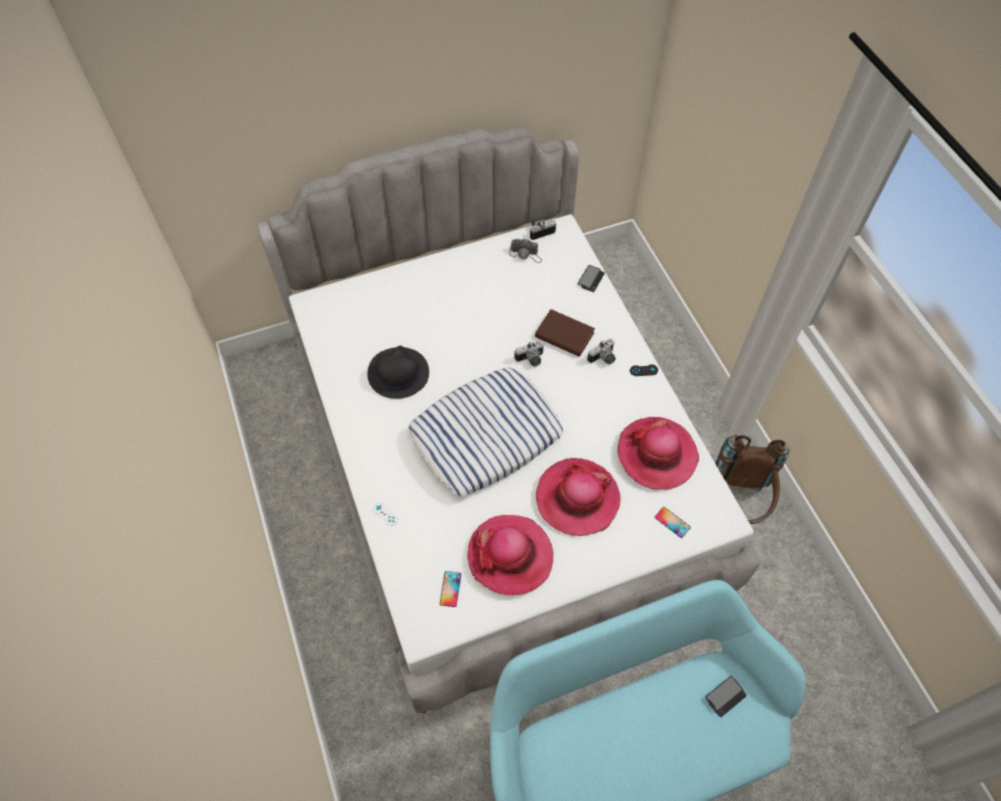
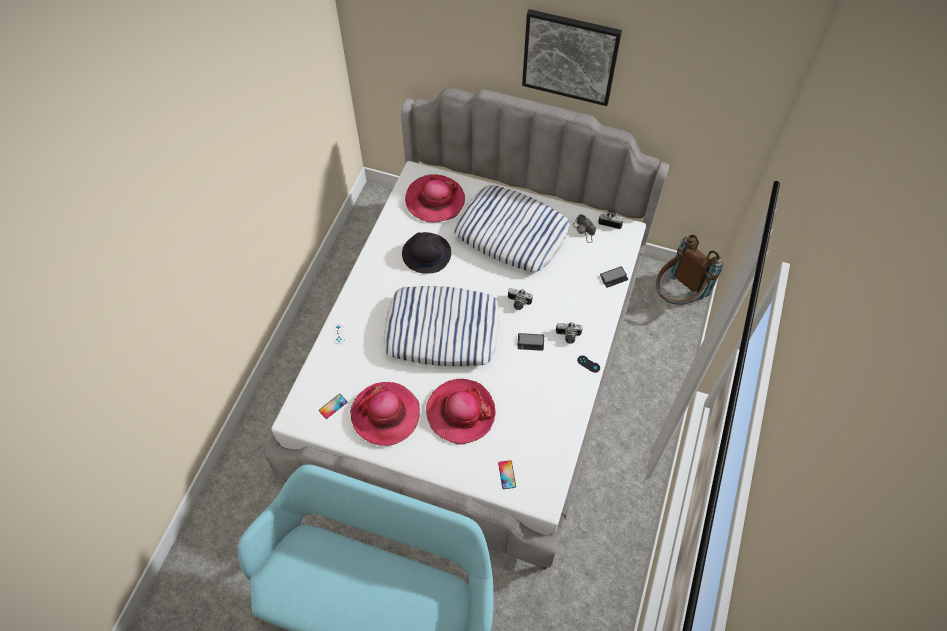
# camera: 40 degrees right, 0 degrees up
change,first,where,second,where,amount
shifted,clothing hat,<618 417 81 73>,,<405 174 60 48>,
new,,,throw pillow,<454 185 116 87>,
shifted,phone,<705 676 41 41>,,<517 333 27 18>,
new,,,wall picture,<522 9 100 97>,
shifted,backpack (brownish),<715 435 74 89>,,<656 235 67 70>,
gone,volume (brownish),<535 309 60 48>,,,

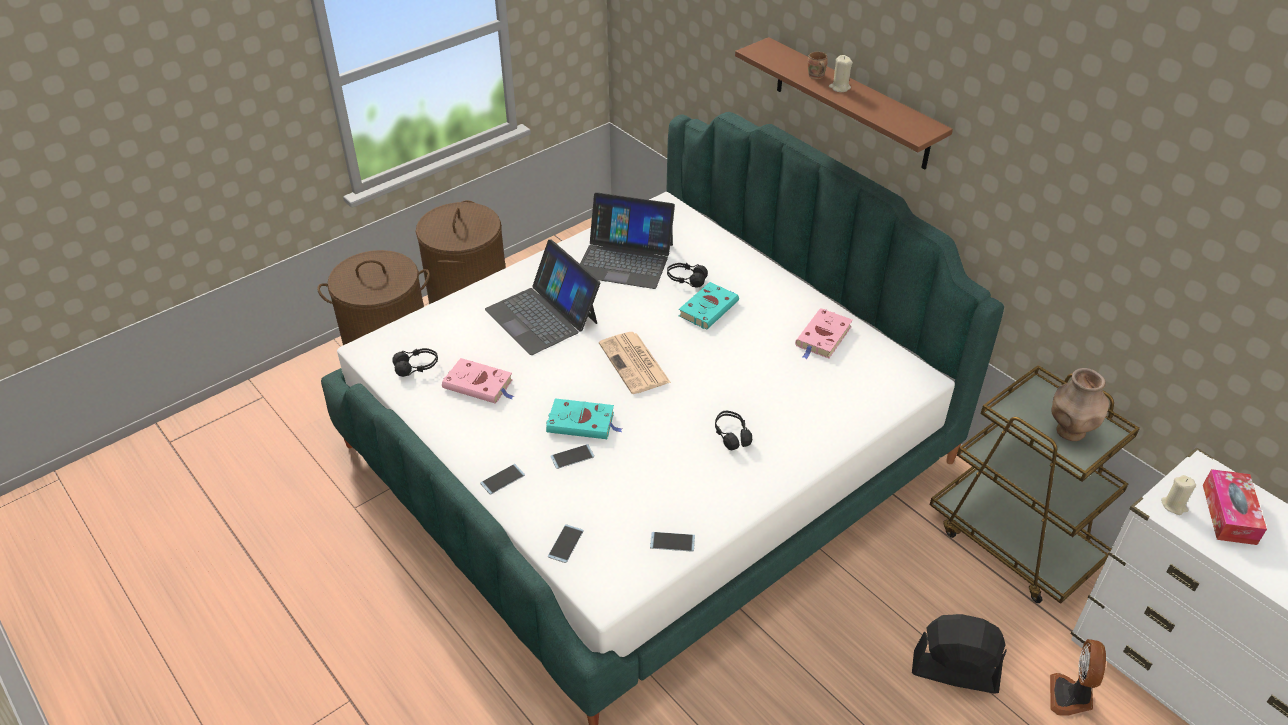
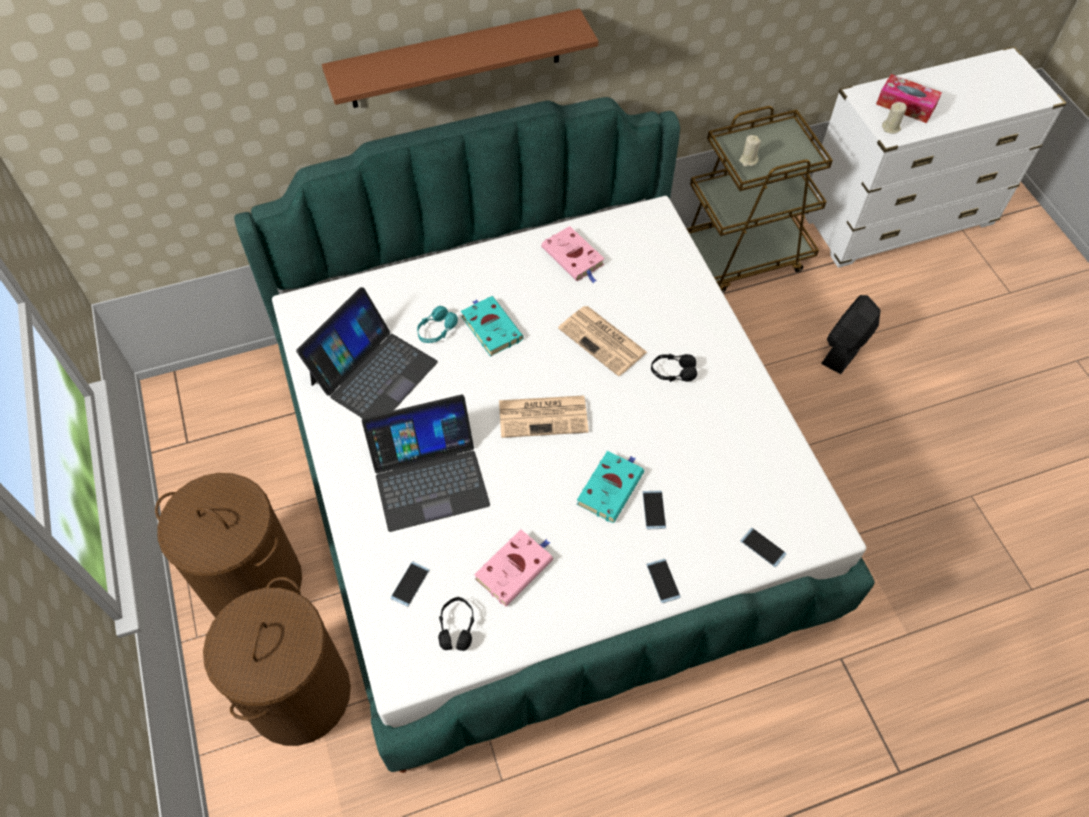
# camera: 70 degrees left, 15 degrees up
change,first,where,second,where,amount
shifted,phone,<650 532 45 20>,,<391 561 38 46>,
repainted,headphones (blackish),<667 263 41 24>,headphones (turquoise-coloured),<417 306 41 37>,
new,,,daily paper,<558 306 89 70>,
shifted,candle (beige-coloured),<829 55 24 37>,,<739 135 22 32>,
gone,coffee mug (brownish),<808 52 20 27>,,,
gone,electric fan,<1050 639 56 77>,,,
gone,decorative vase (brownish),<1051 368 58 73>,,,

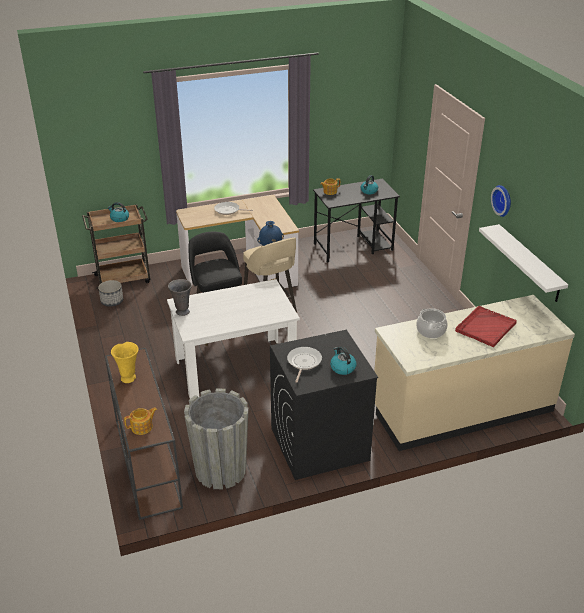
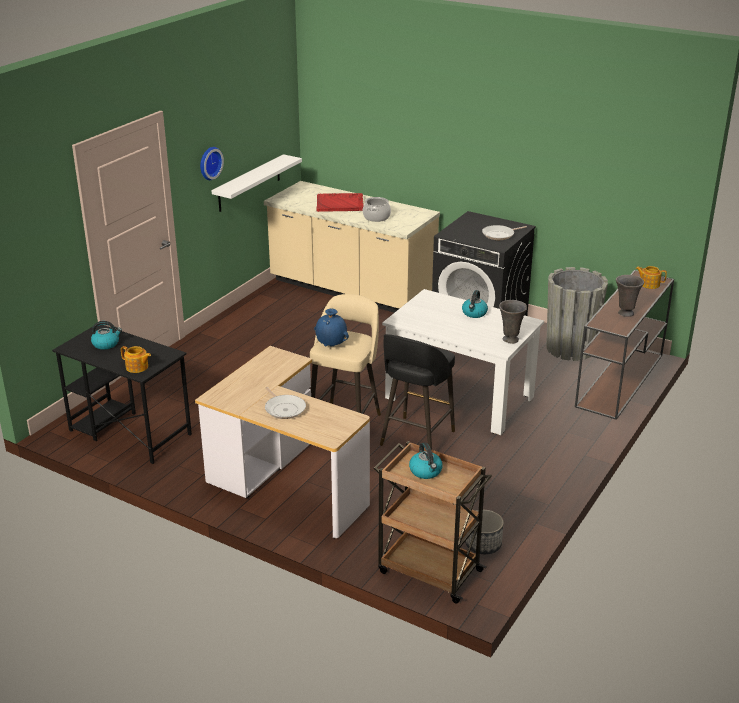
# camera: 130 degrees left, 5 degrees down
change,first,where,second,where,amount
shifted,water kettle,<330 346 27 29>,,<462 290 26 28>,
repainted,decorative vase (yellow),<111 342 28 41>,decorative vase (grey),<616 275 28 42>,

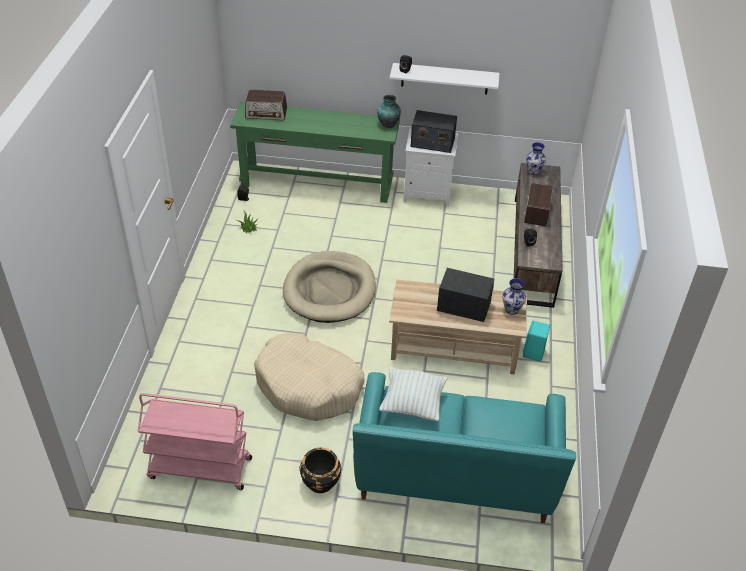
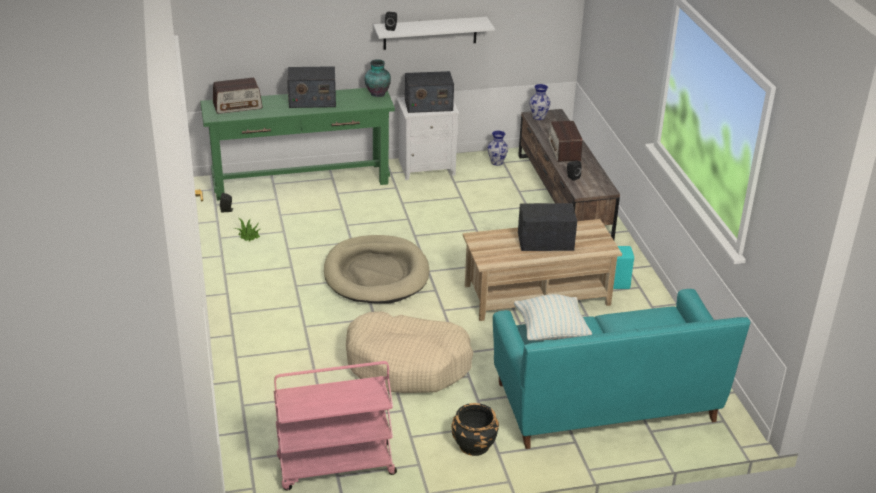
# camera: 20 degrees left, 10 degrees down
change,first,where,second,where,amount
new,,,radio,<287 66 49 42>,
shifted,decorative vase,<503 278 23 37>,,<487 131 21 35>,

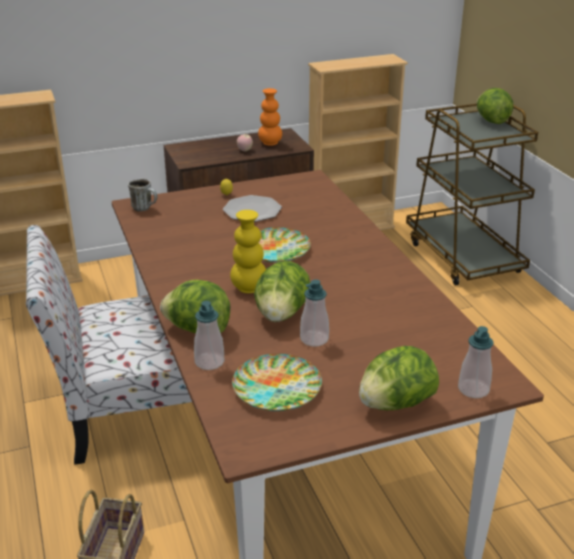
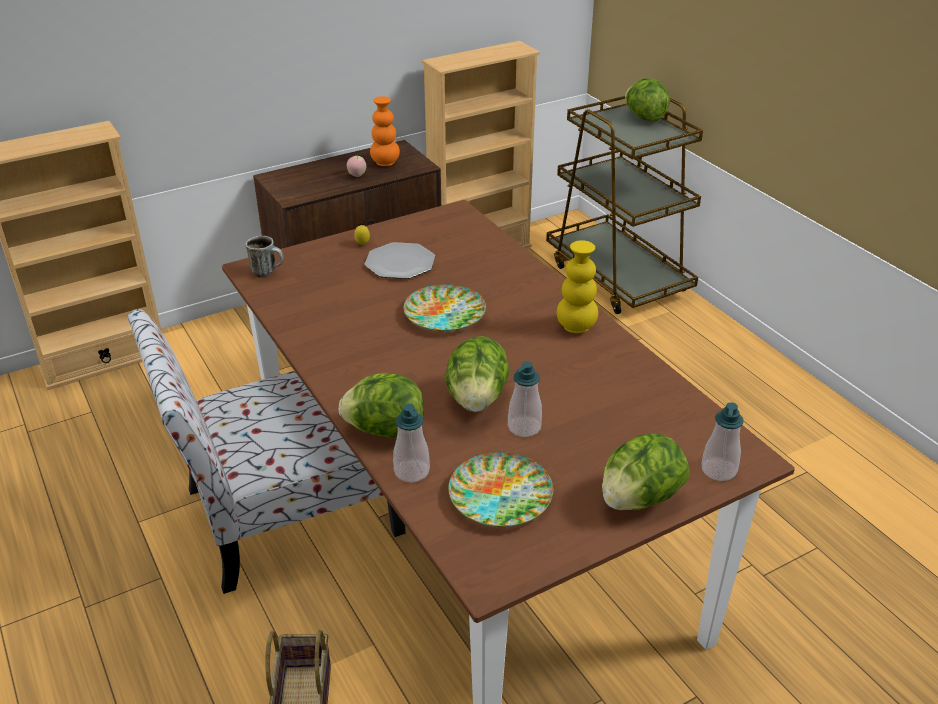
# camera: 10 degrees left, 5 degrees up
change,first,where,second,where,amount
shifted,decorative vase (yellow),<230 210 36 83>,,<557 240 41 94>,

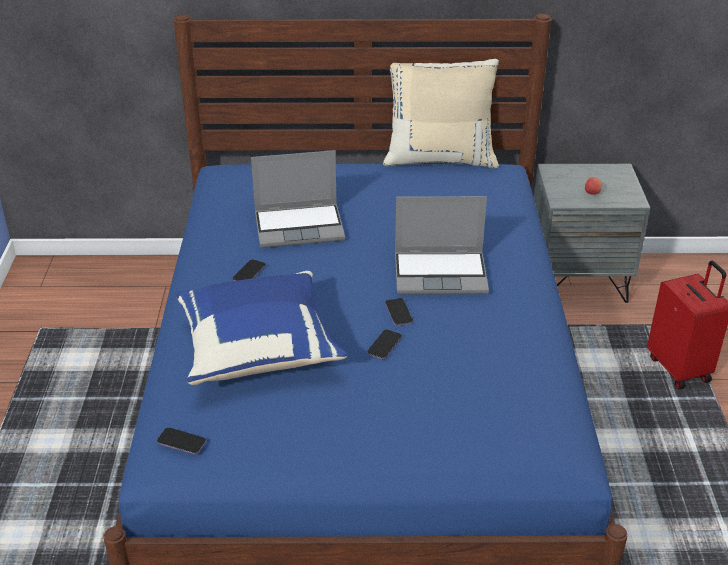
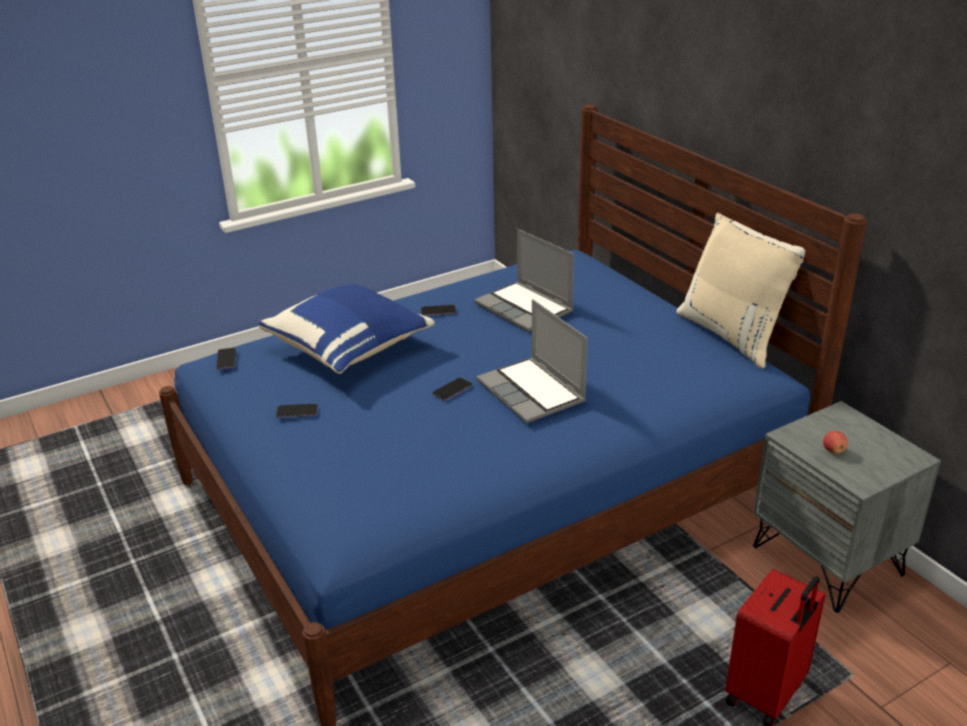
# camera: 60 degrees right, 5 degrees down
change,first,where,second,where,amount
shifted,phone,<367 329 35 30>,,<276 404 42 14>,

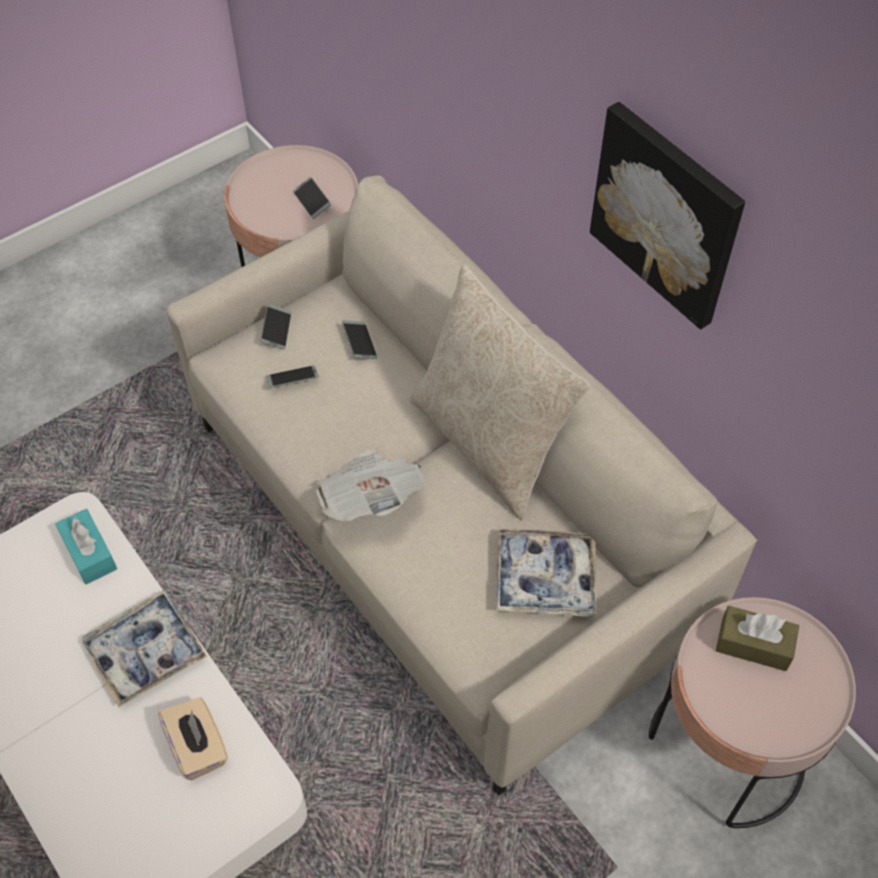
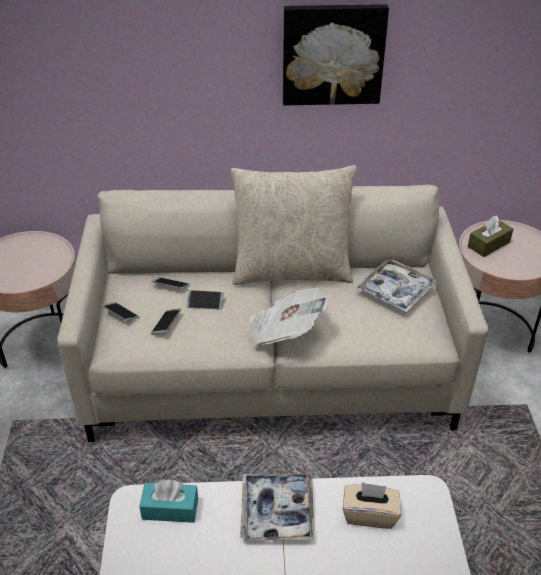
# camera: 55 degrees left, 15 degrees down
change,first,where,second,where,amount
shifted,phone,<293 177 38 42>,,<187 290 37 20>,

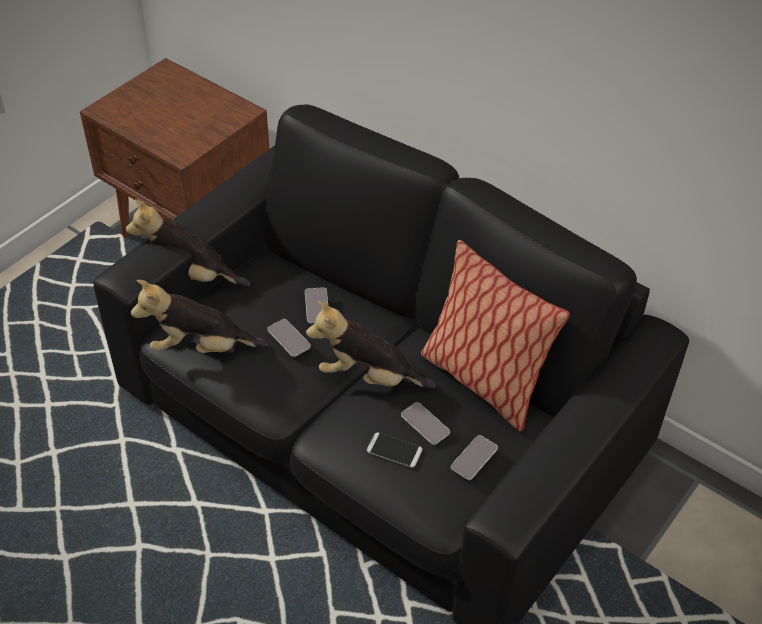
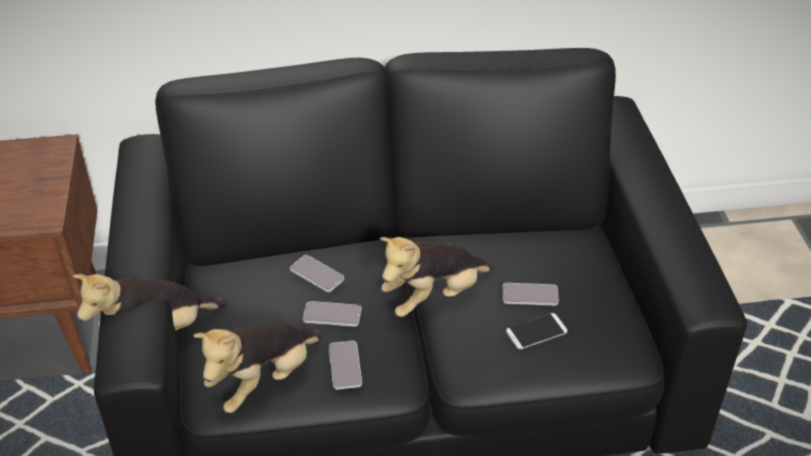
# camera: 45 degrees left, 5 degrees down
change,first,where,second,where,amount
shifted,phone,<451 435 47 45>,,<329 341 33 49>,
gone,throw pillow,<421 240 149 191>,,,

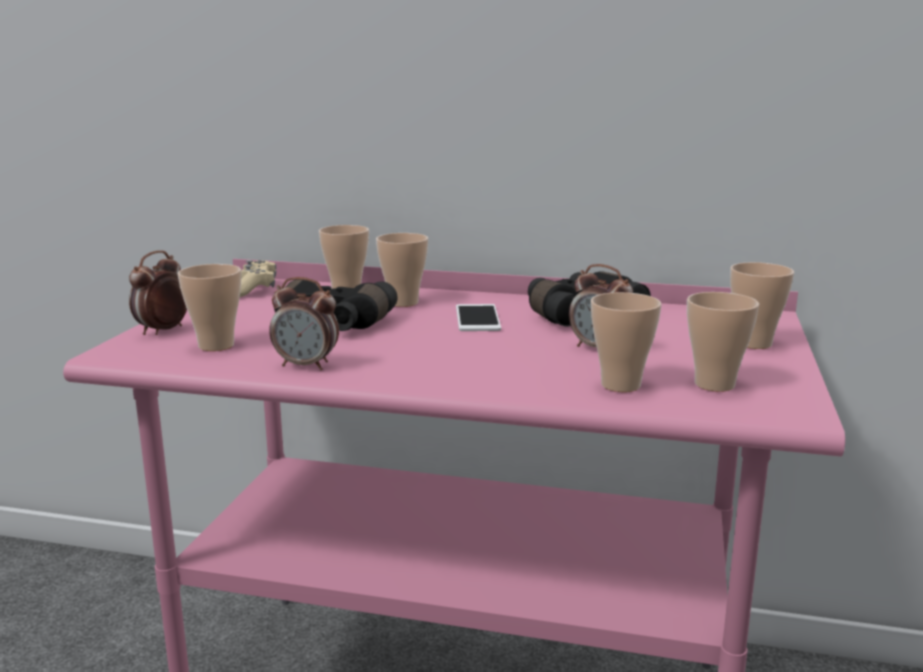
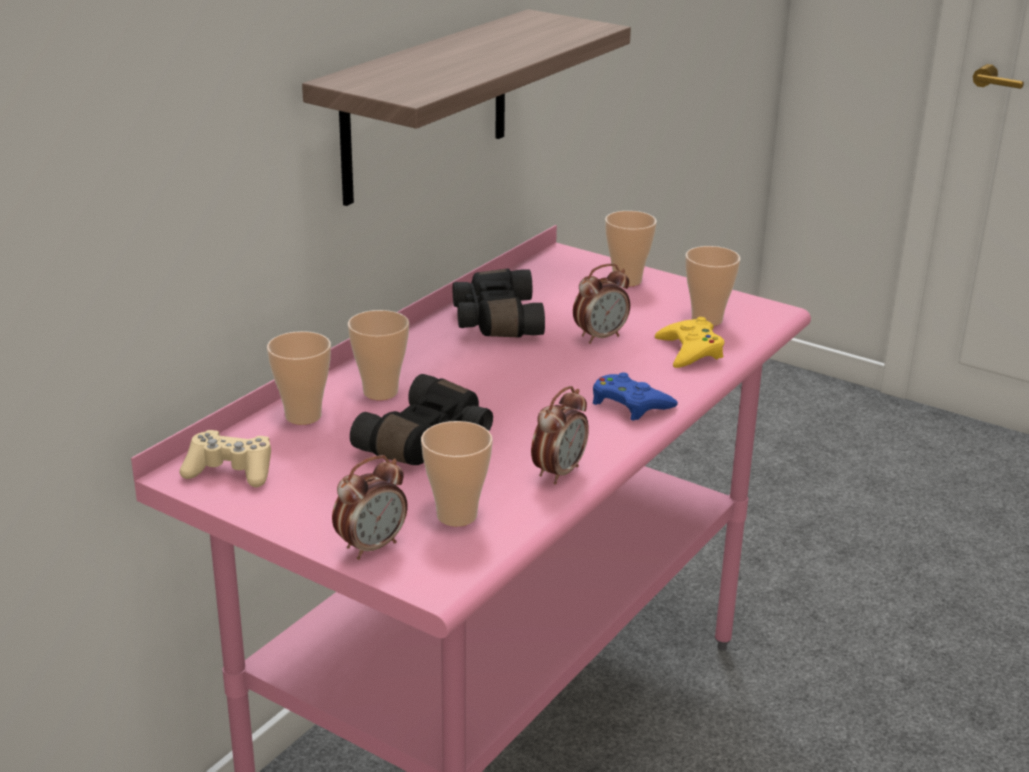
# camera: 70 degrees left, 10 degrees up
change,first,where,second,where,amount
new,,,wall shelf,<302 9 329 197>,
rotated,alarm clock,<129 250 58 85>,,<332 455 76 105>,90 degrees counterclockwise
new,,,gamepad (bluish),<593 373 85 48>,
swapped,cup,<591 292 71 100>,gamepad (yellow),<655 317 69 51>,
gone,phone,<456 304 45 27>,,,

